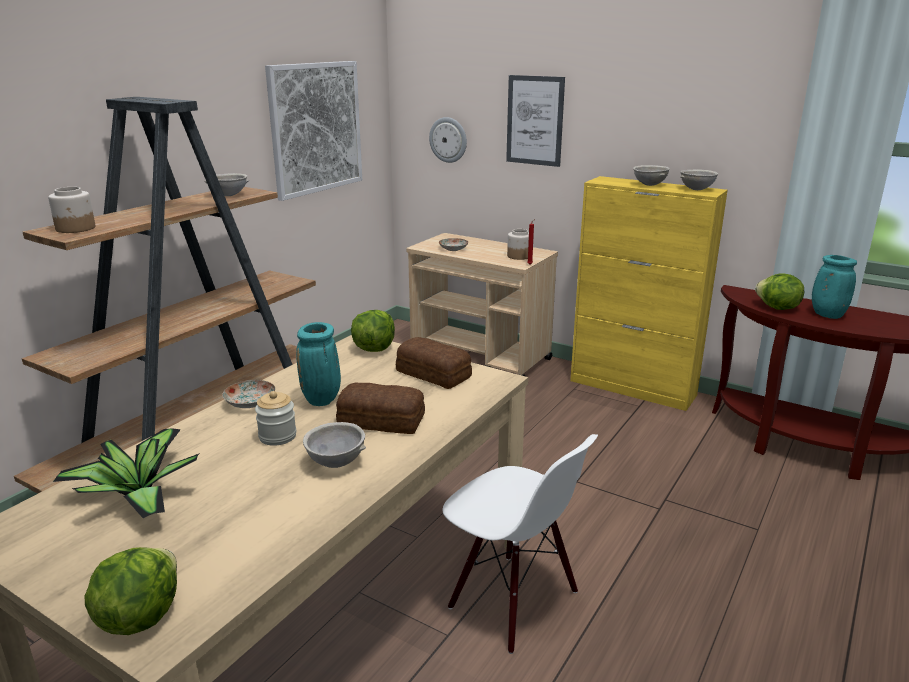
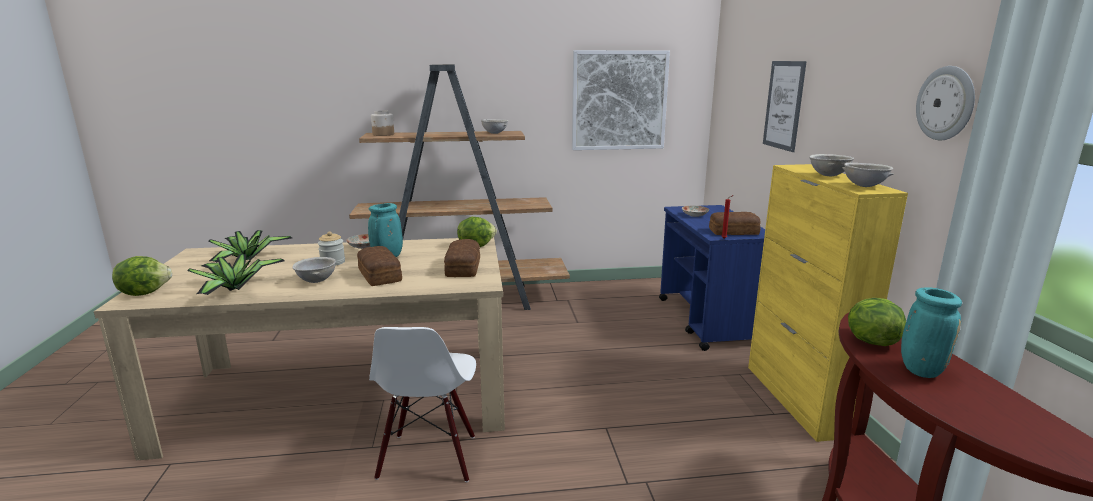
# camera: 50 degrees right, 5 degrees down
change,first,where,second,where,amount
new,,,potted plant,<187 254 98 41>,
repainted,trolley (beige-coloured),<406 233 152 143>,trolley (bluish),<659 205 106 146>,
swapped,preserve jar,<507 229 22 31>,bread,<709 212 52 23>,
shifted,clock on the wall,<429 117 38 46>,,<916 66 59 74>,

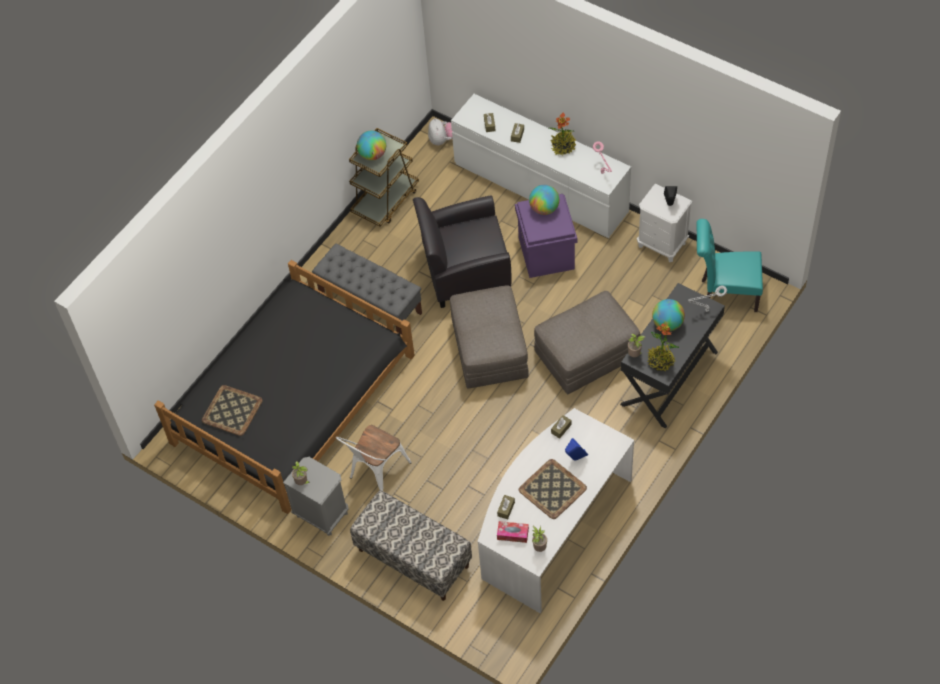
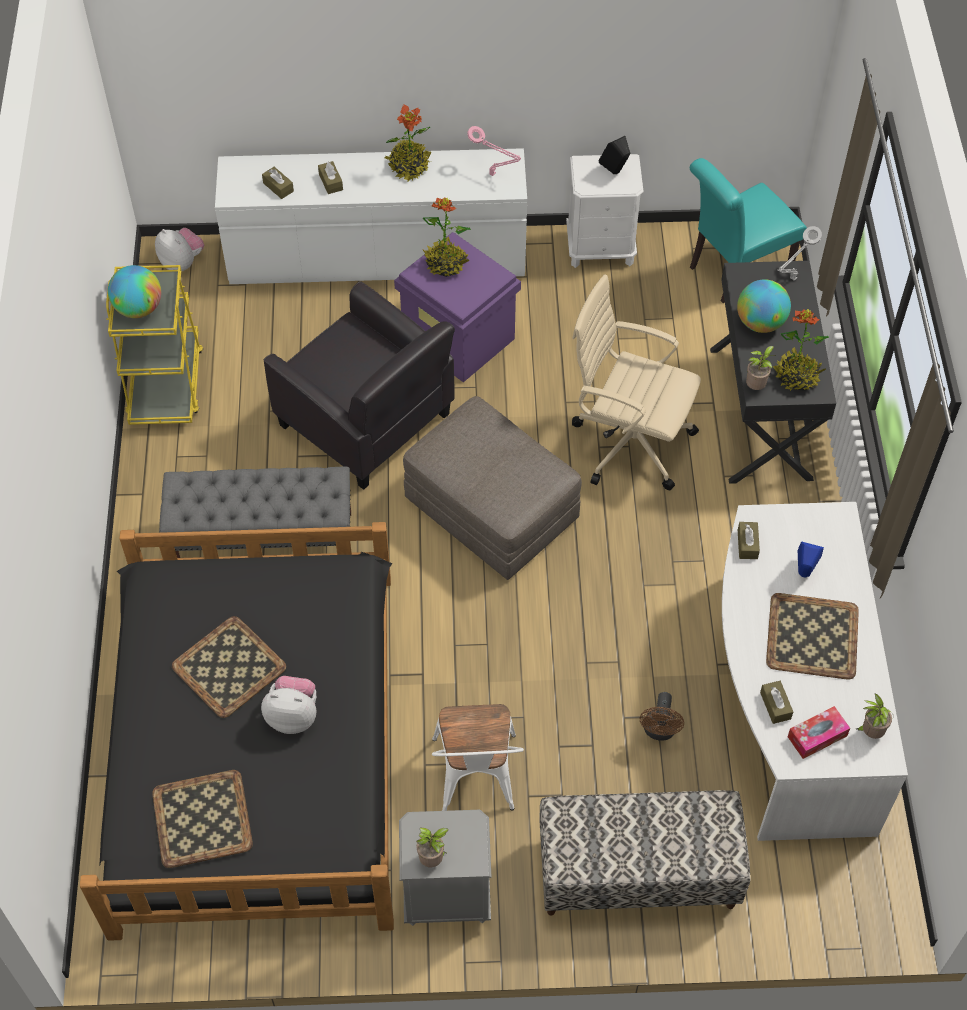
# camera: 40 degrees left, 0 degrees up
change,first,where,second,where,amount
repainted,trolley (brownish),<349 128 70 99>,trolley (yellow),<106 265 97 160>,
new,,,serving tray,<172 616 114 102>,
new,,,cuddly toy,<261 676 56 58>,
rotated,lounge chair (blackish),<413 195 99 113>,,<264 281 191 209>,90 degrees counterclockwise
swapped,world globe,<529 185 30 30>,potted plant,<423 198 48 79>,
swapped,footrest (grey),<534 291 106 104>,computer chair (beige-coloured),<572 274 129 216>,
new,,,electric fan (brownish),<640 692 44 49>,

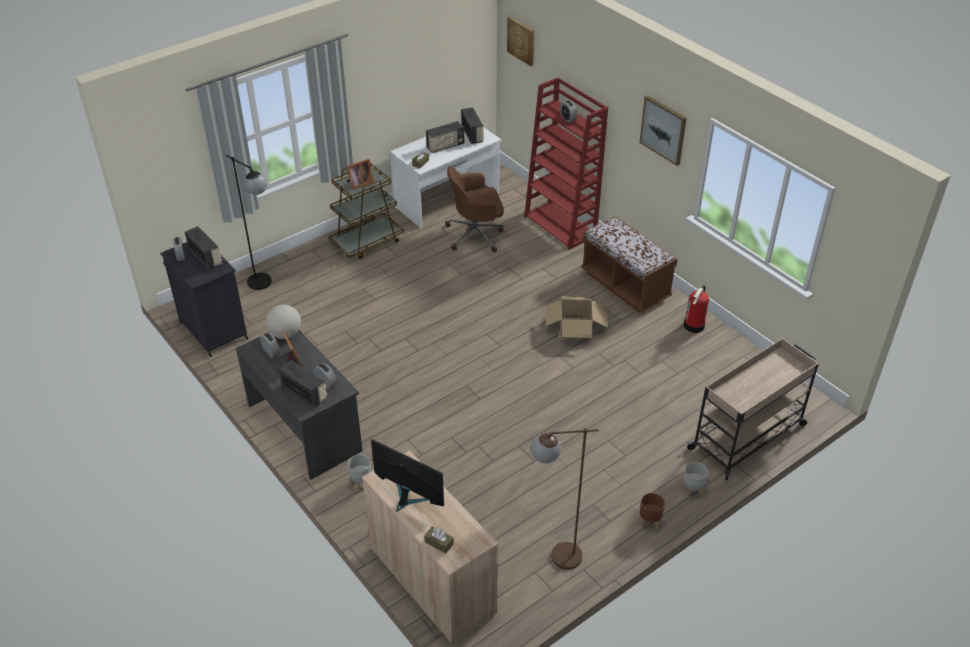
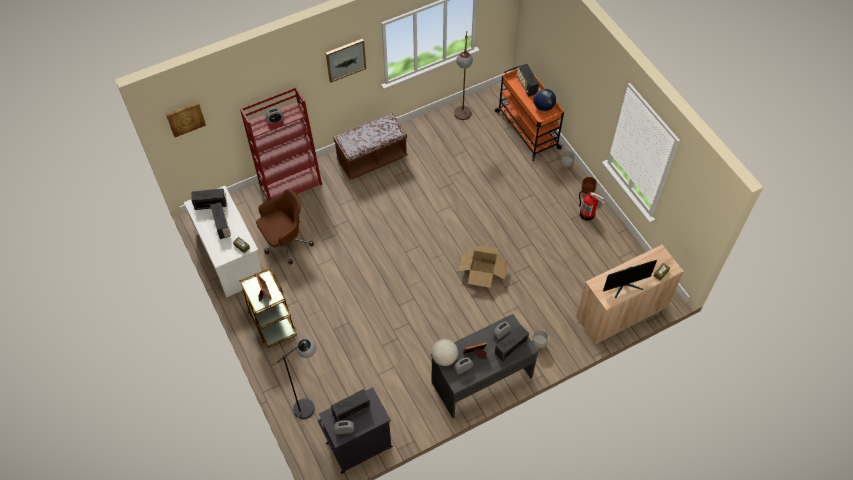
# camera: 80 degrees left, 15 degrees up
change,first,where,second,where,amount
rotated,computer chair (brownish),<445 166 59 86>,,<256 189 58 75>,120 degrees counterclockwise
shifted,standard lamp (brownish),<531 428 67 141>,,<454 31 19 89>,
shifted,cardboard box,<546 296 62 43>,,<458 245 50 43>,
repainted,trolley (beige-coloured),<687 338 132 142>,trolley (orange-coloured),<495 66 69 95>,
new,,,radio,<517 64 22 32>,
new,,,world globe,<534 89 22 22>,
shifted,extinguisher,<684 285 25 48>,,<579 191 25 30>,
rotated,computer display,<371 439 73 73>,,<603 260 54 39>,150 degrees counterclockwise

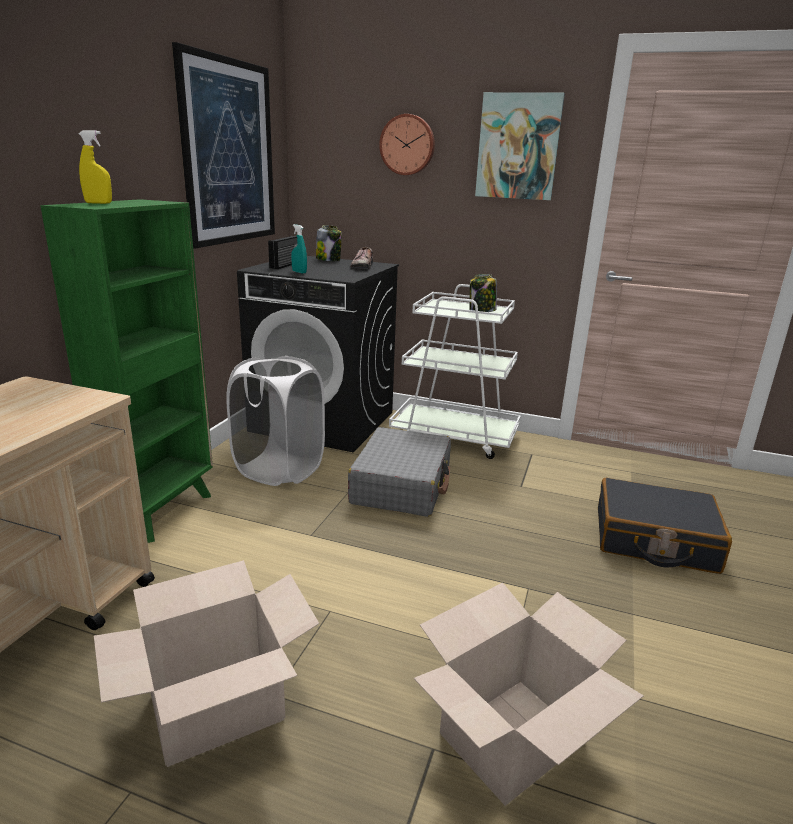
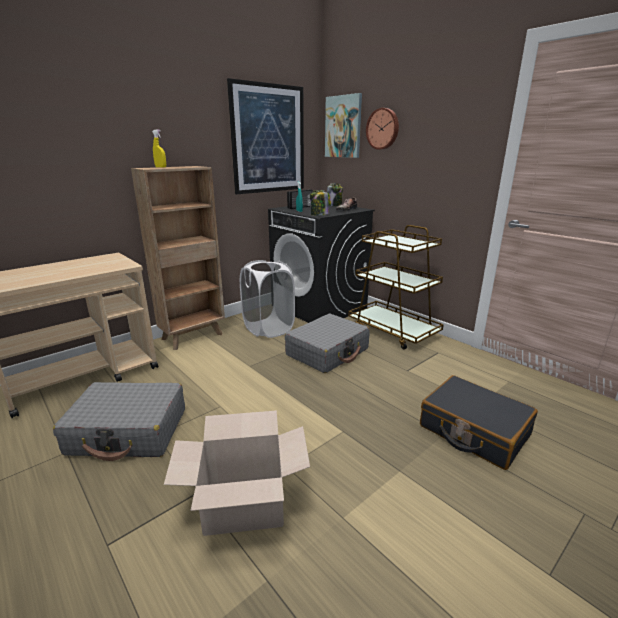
# camera: 30 degrees right, 0 degrees up
change,first,where,second,where,amount
swapped,cardboard box,<94 560 225 207>,travel case (grey),<53 382 132 79>,
repainted,shelving unit (greenish),<40 199 173 344>,shelving unit (brownish),<131 166 94 184>,
shifted,preserve jar,<470 274 27 38>,,<310 190 19 26>,
shifted,wall picture,<475 92 90 108>,,<325 93 37 65>,
repainted,trolley (whitish),<389 284 132 175>,trolley (brownish),<348 225 96 124>,

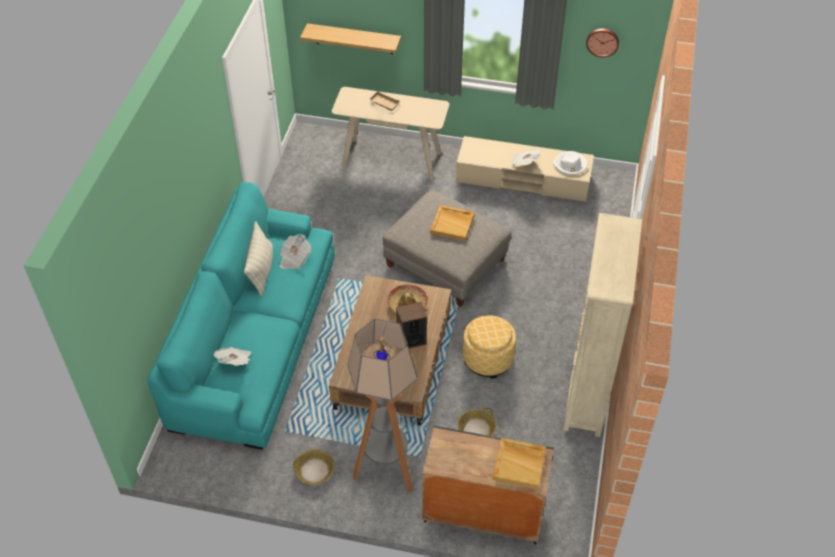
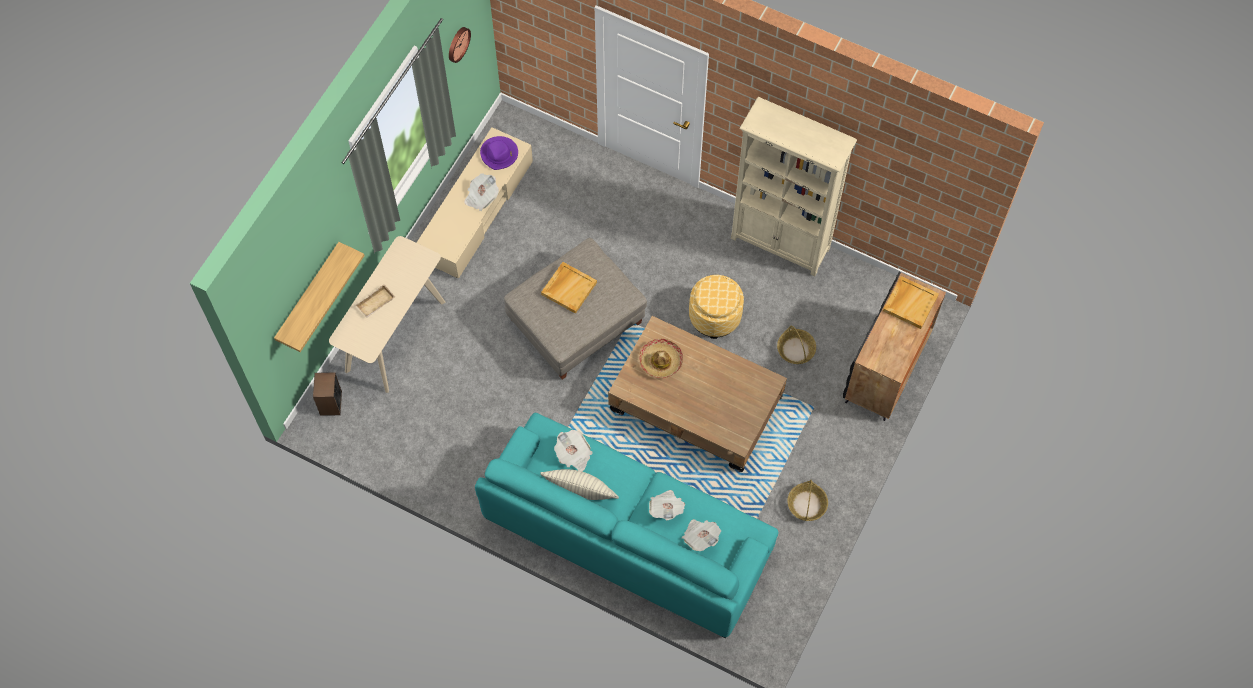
# camera: 75 degrees left, 15 degrees up
change,first,where,second,where,amount
shifted,loudspeaker,<396 302 31 47>,,<313 372 29 44>,
repainted,clothing hat (whitish),<553 151 34 24>,clothing hat (purplish),<480 136 38 34>,
new,,,daily paper,<649 490 37 30>,
gone,standard lamp,<347 319 71 174>,,,

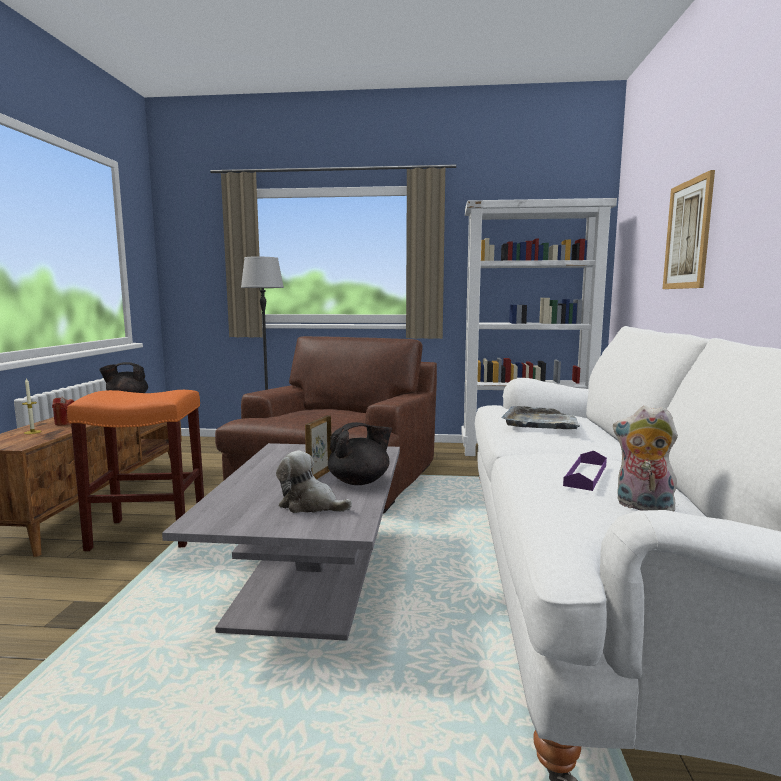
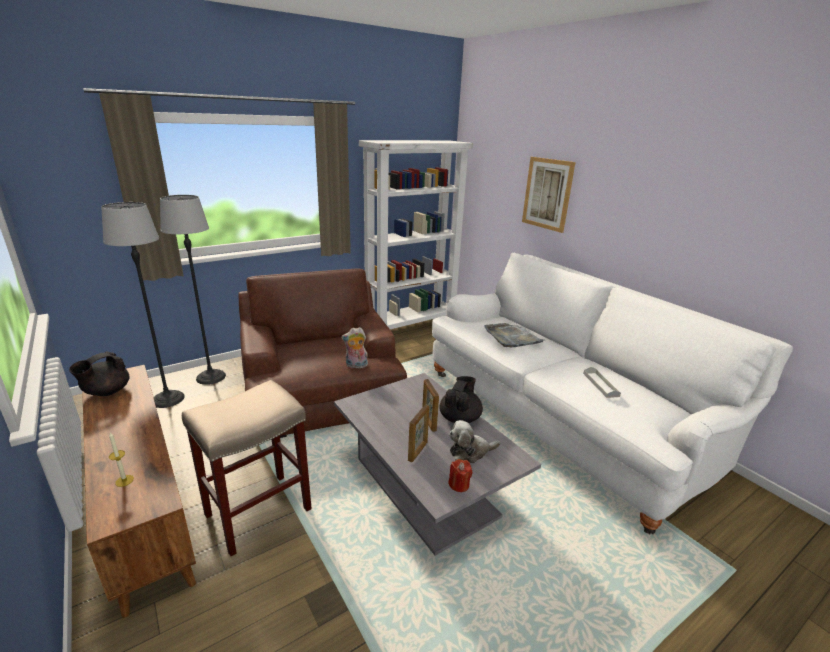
# camera: 40 degrees left, 15 degrees up
change,first,where,second,where,amount
new,,,standard lamp,<101 202 84 206>,
repainted,stool (orange-coloured),<67 390 137 161>,stool (beige-coloured),<182 380 130 176>,
shifted,cuddly toy,<613 406 65 105>,,<341 327 27 41>,
new,,,picture frame,<408 405 21 57>,
shifted,candle (reddish),<52 396 22 29>,,<448 459 24 33>,
repainted,serving tray (purplish),<563 451 44 40>,serving tray (grey),<583 367 38 31>,

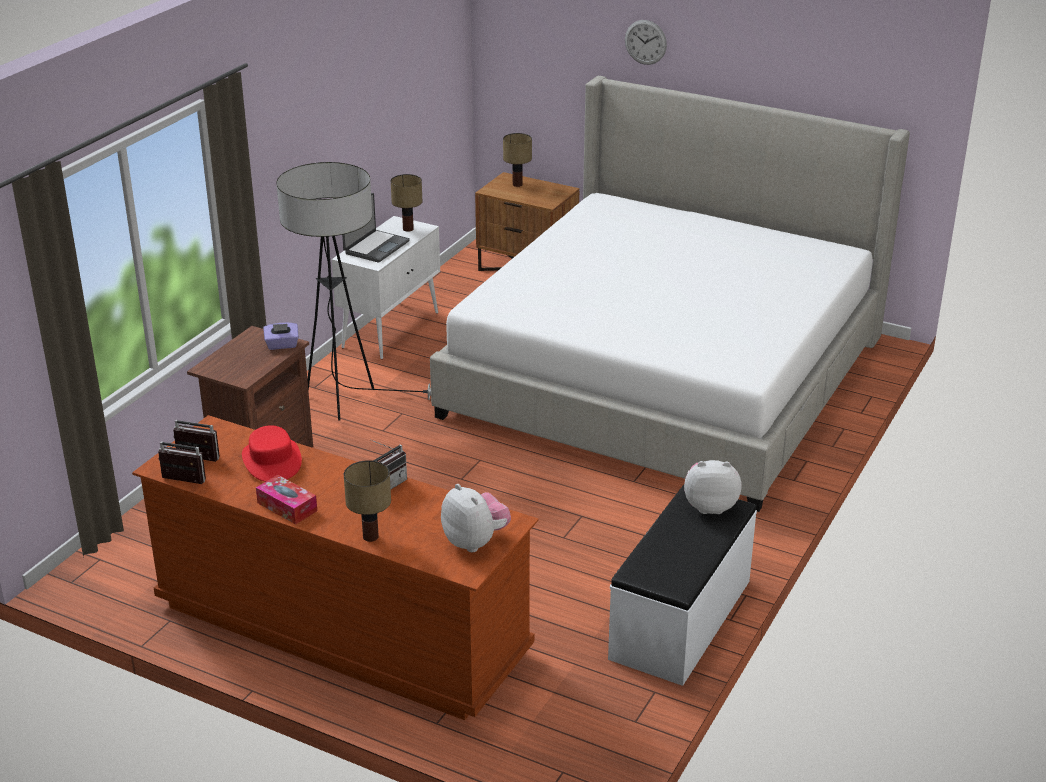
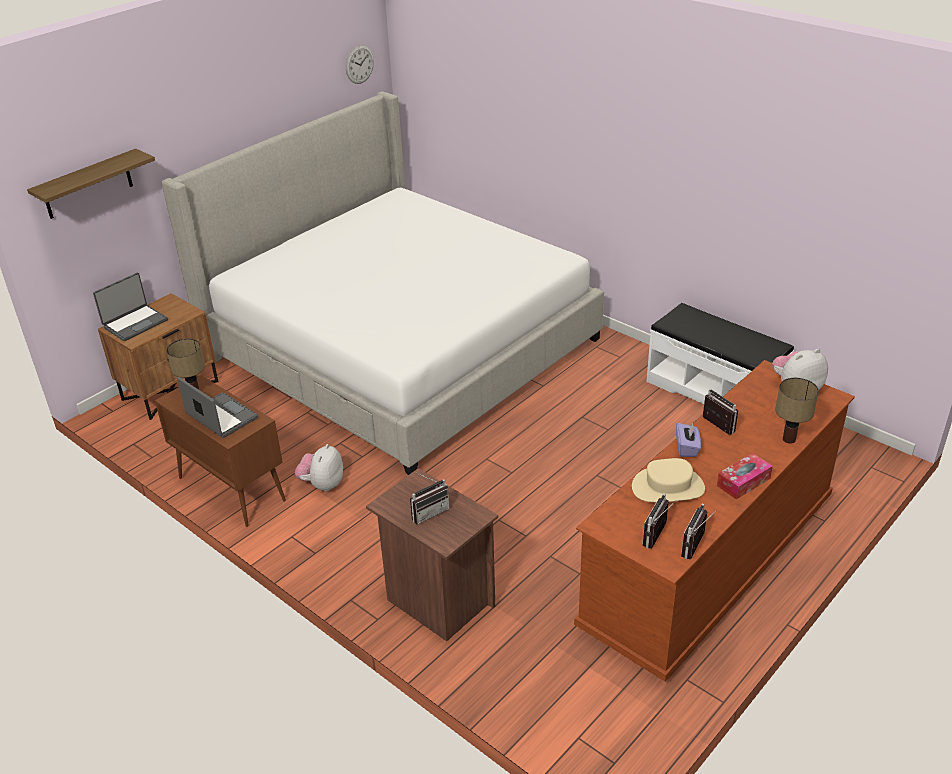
# camera: 75 degrees left, 5 degrees up
change,first,where,second,where,amount
new,,,wall shelf,<27 149 128 70>,
swapped,tabletop lamp,<503 133 29 54>,portable computer,<93 273 75 68>,
repainted,cupboard (whitish),<332 216 108 143>,cupboard (brownish),<155 375 131 152>,
shifted,cuddly toy,<684 460 57 54>,,<295 444 48 47>,
shifted,clock on the wall,<625 20 42 45>,,<346 45 28 39>,
new,,,radio,<410 473 39 51>,
repainted,clothing hat (reddish),<242 425 60 57>,clothing hat (beige-coloured),<632 458 73 44>,
shifted,box of tissues (purplish),<263 323 36 27>,,<676 423 25 34>,
gone,standard lamp,<276 162 155 258>,,,

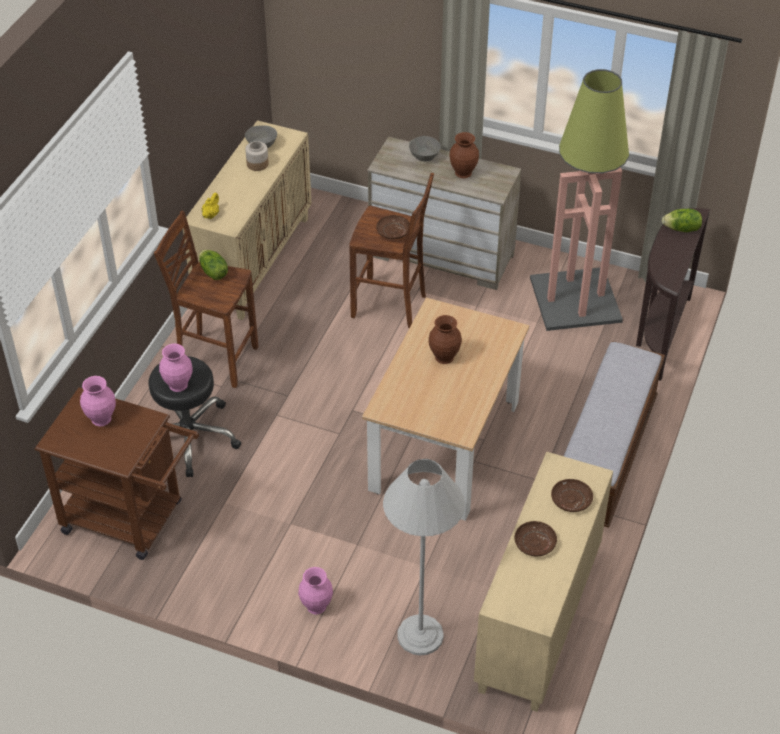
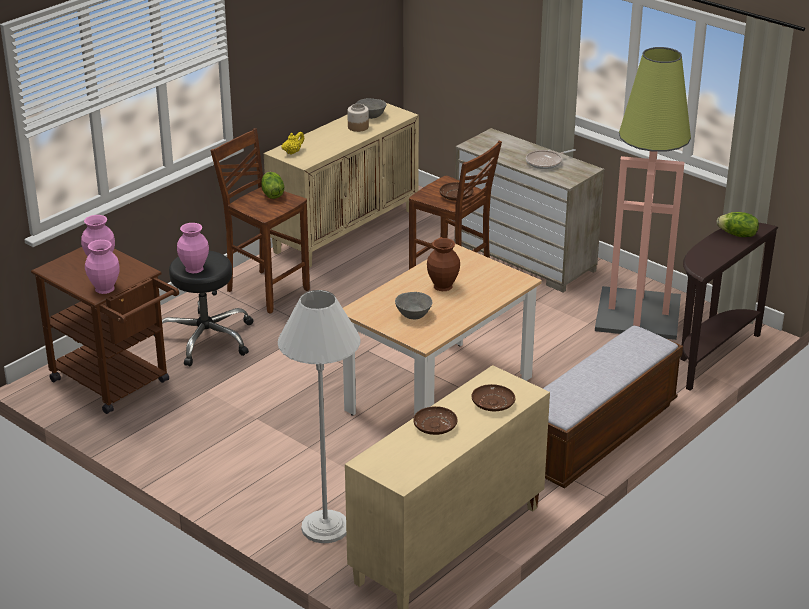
# camera: 20 degrees right, 15 degrees down
change,first,where,second,where,amount
shifted,decorative vase (pink-coloured),<298 567 35 47>,,<85 240 35 54>,
shifted,serving bowl (grey),<409 136 32 25>,,<395 292 37 27>,
swapped,decorative vase (brownish),<449 132 30 46>,pan,<526 149 50 20>,

